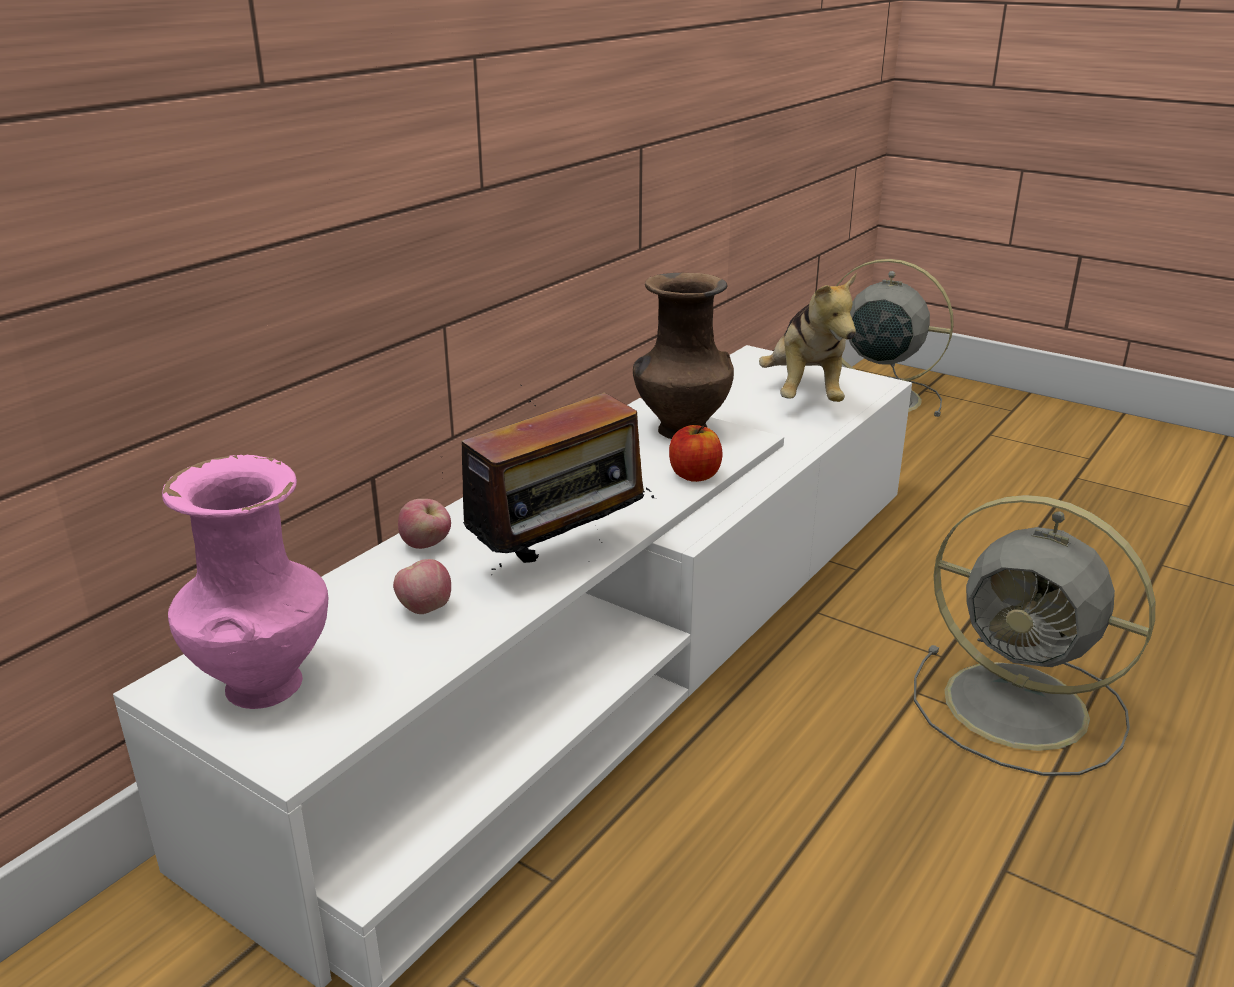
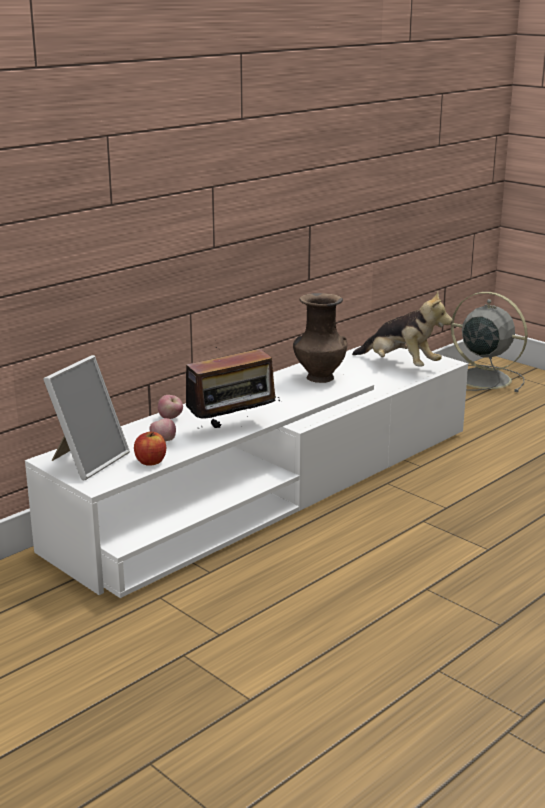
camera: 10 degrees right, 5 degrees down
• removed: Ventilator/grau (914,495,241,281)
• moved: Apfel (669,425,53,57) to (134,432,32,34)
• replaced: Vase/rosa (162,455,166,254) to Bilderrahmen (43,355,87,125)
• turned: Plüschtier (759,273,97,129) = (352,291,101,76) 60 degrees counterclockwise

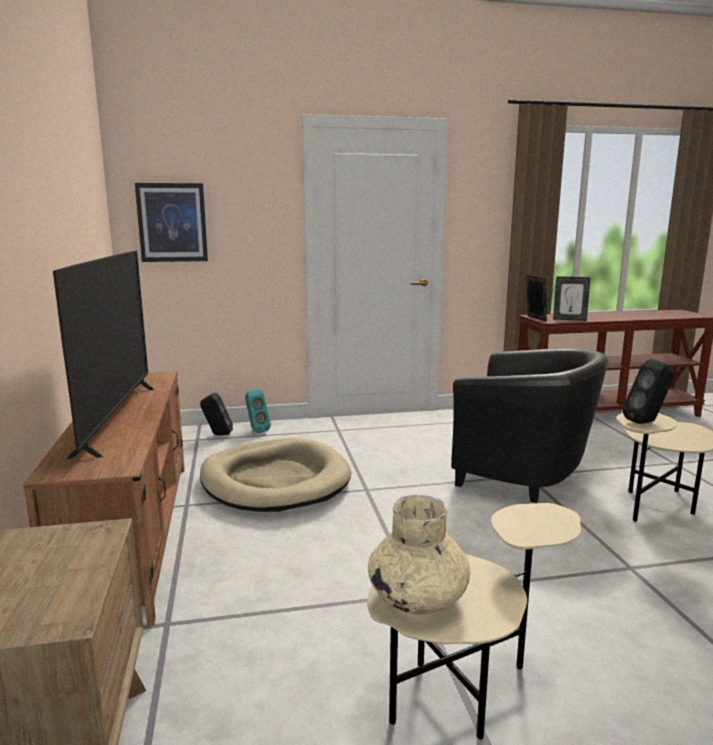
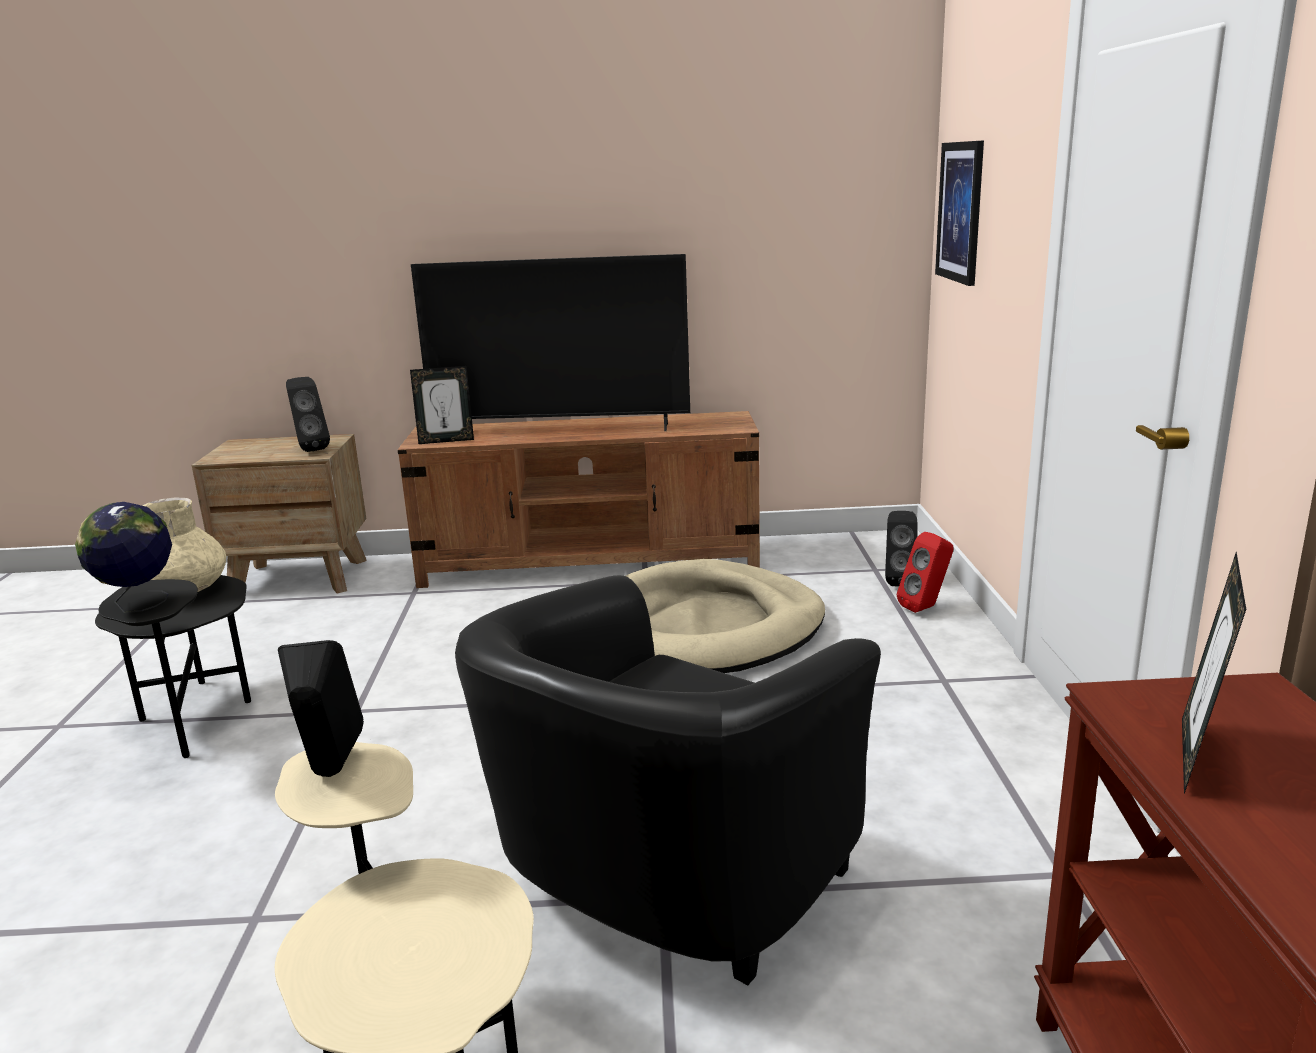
camera: 100 degrees right, 5 degrees up
• added: Globus (75,502,97,111)
• added: Lautsprecher/schwarz (286,377,44,75)
• moved: Bilderrahmen (526,275,21,47) to (410,366,64,78)
• recoloured: Lautsprecher/türkis (245,389,26,44) to Lautsprecher/rot (897,532,57,81)
• recoloured: Beistelltisch/beige (367,503,214,236) to Beistelltisch/schwarz (95,575,156,183)

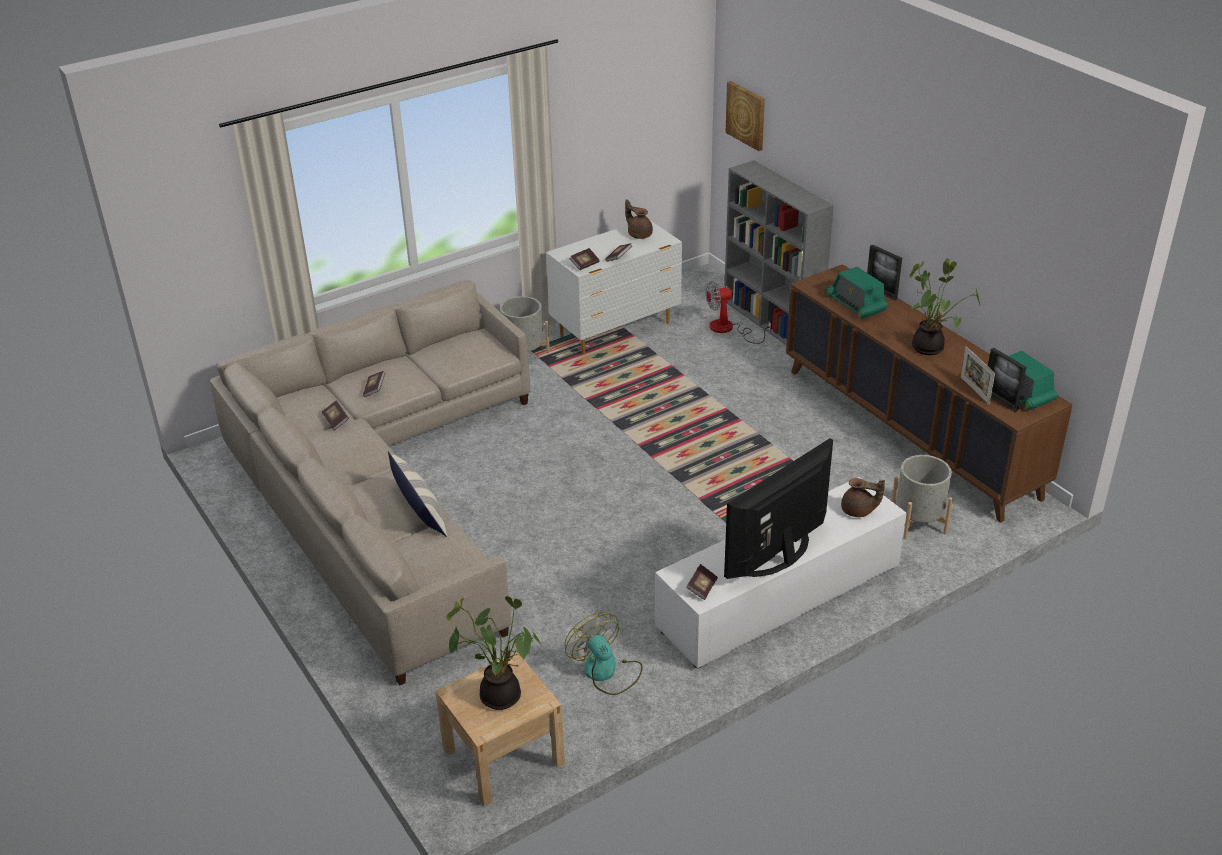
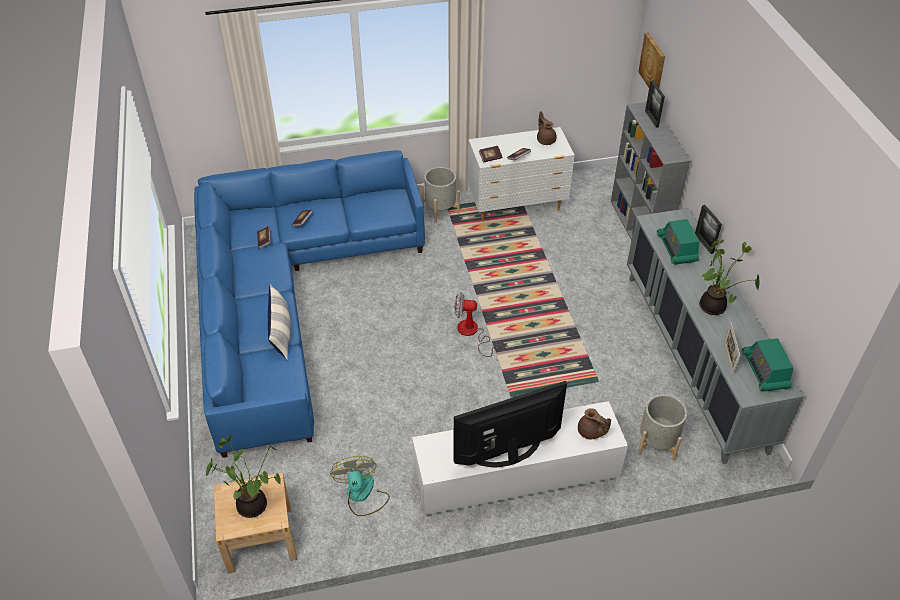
camera: 20 degrees right, 10 degrees up
• removed: Buch (686,564,32,36)
• moved: Ventilator (706,281,65,63) to (455,292,42,65)
• moved: Bilderrahmen (988,348,38,64) to (645,80,20,48)
• recoloured: Sofa/beige (210,280,320,405) to Sofa/blau (194,150,231,308)
• recoloured: Schrank/braun (786,264,287,259) to Schrank/grau (627,208,177,256)

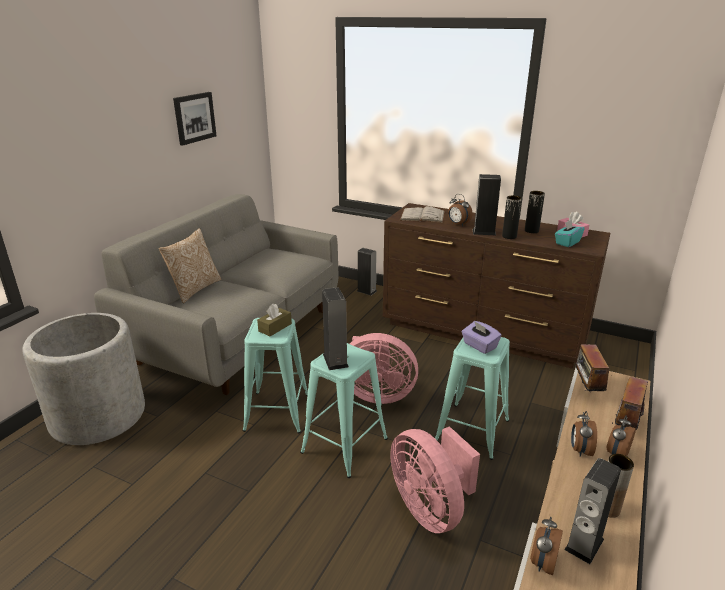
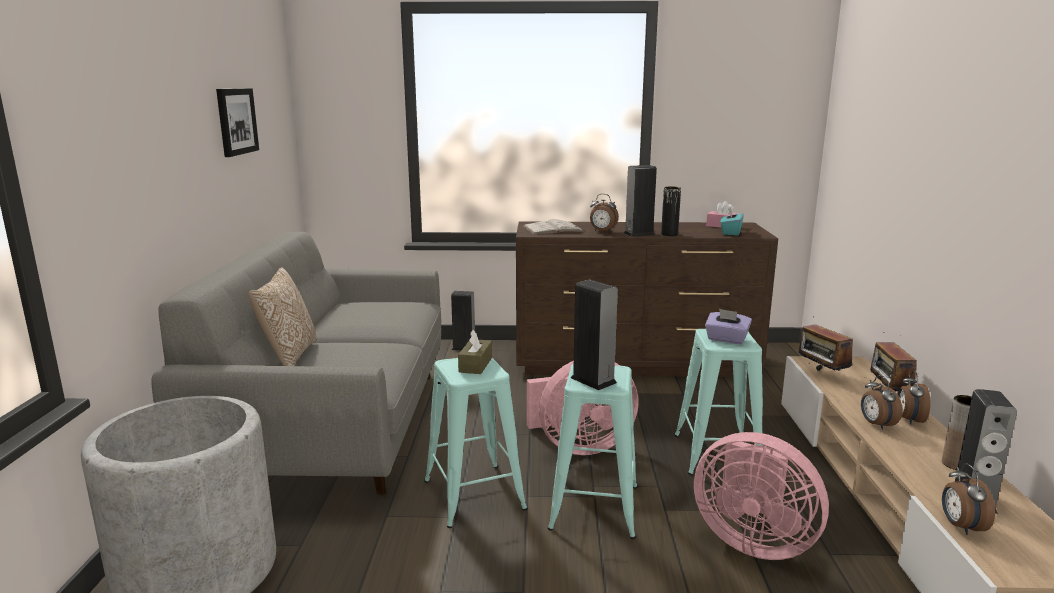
camera: 25 degrees left, 10 degrees down
• removed: Vase/schwarz (525,191,20,42)

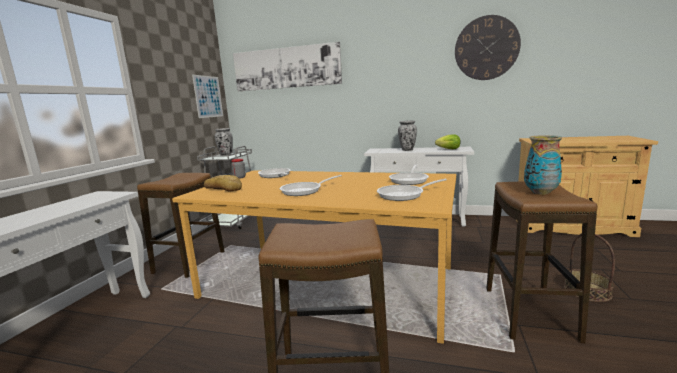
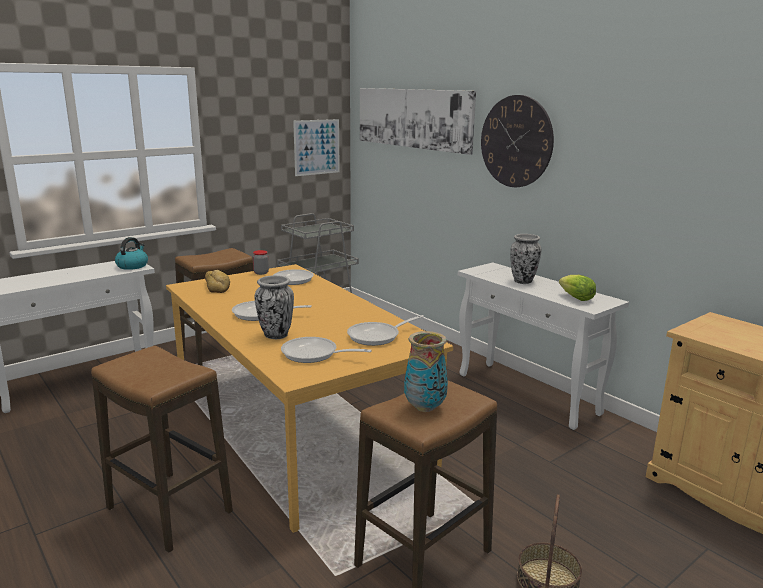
camera: 35 degrees right, 5 degrees up
• added: Wasserkessel (115,237,33,33)
• moved: Vase (215,128,18,27) to (255,275,39,64)
• moved: Wanduhr (455,15,66,65) to (481,95,73,92)

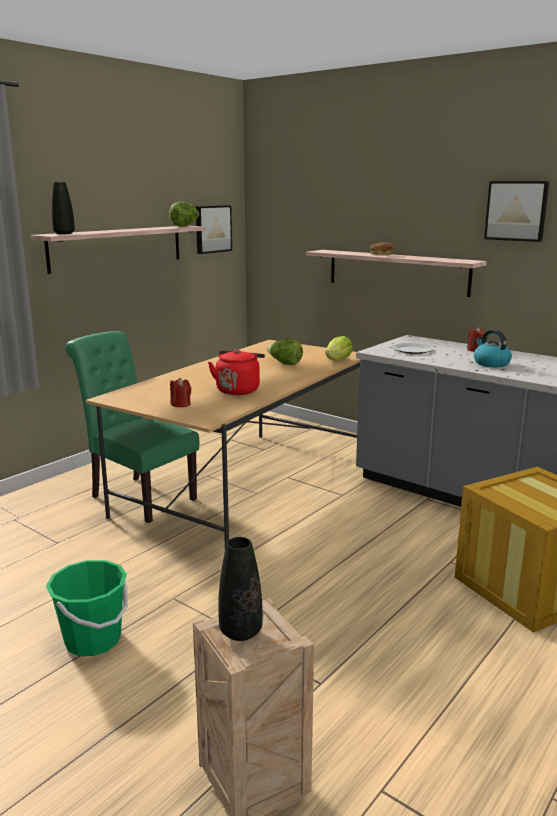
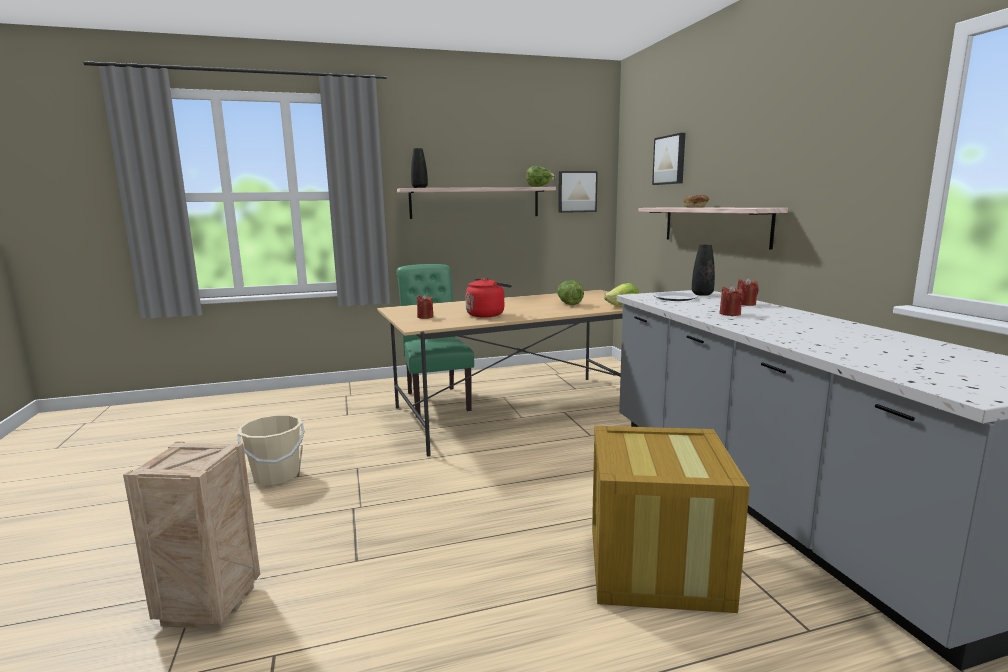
camera: 35 degrees right, 5 degrees down
• moved: Vase/schwarz (218,537,45,104) to (692,245,23,51)
• moved: Bild (484,181,65,61) to (652,133,33,52)
• replaced: Wasserkessel (474,329,38,38) to Kerze/rot (719,285,24,31)
• recoloured: Eimer/grün (46,560,82,96) to Eimer/beige (237,415,67,70)

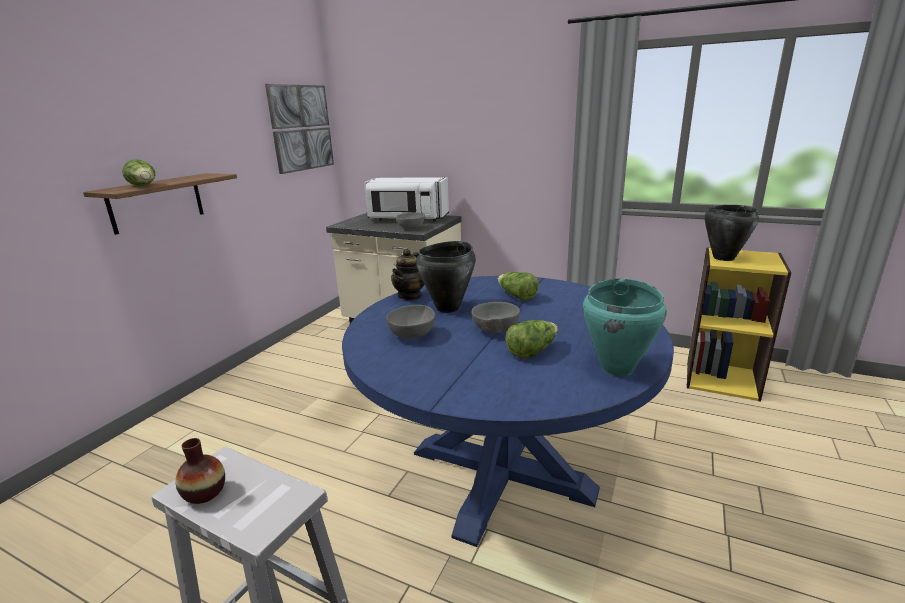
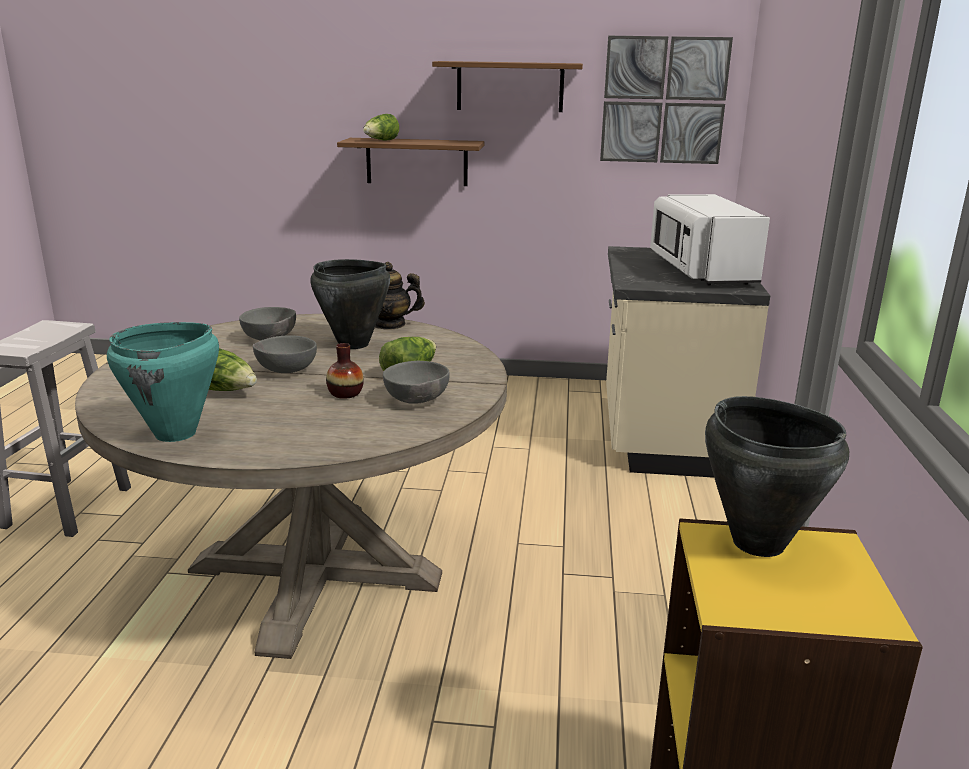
camera: 70 degrees right, 0 degrees up
• added: Wandregal (432,61,151,51)
• moved: Vase (175,438,50,66) to (326,343,38,56)
• moved: Schüssel/grau (396,212,29,17) to (383,361,67,43)
• recoloured: Esstisch/blau (342,276,332,271) to Esstisch/beige (75,314,432,345)

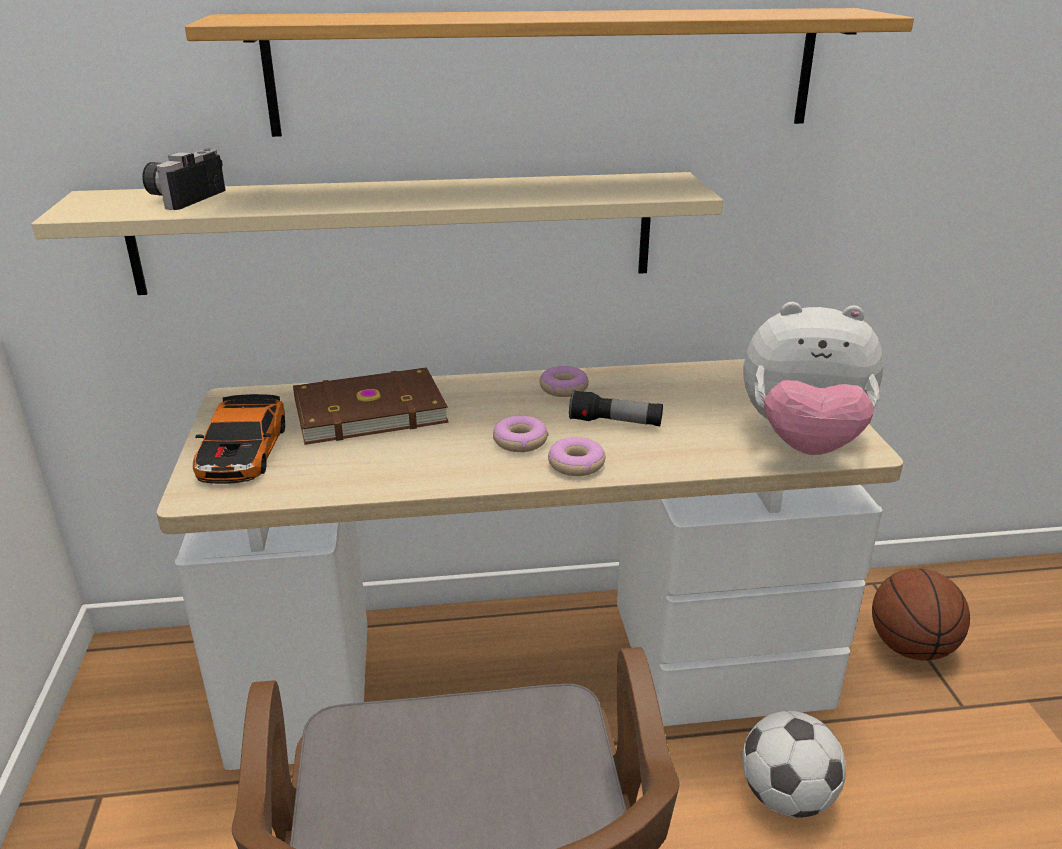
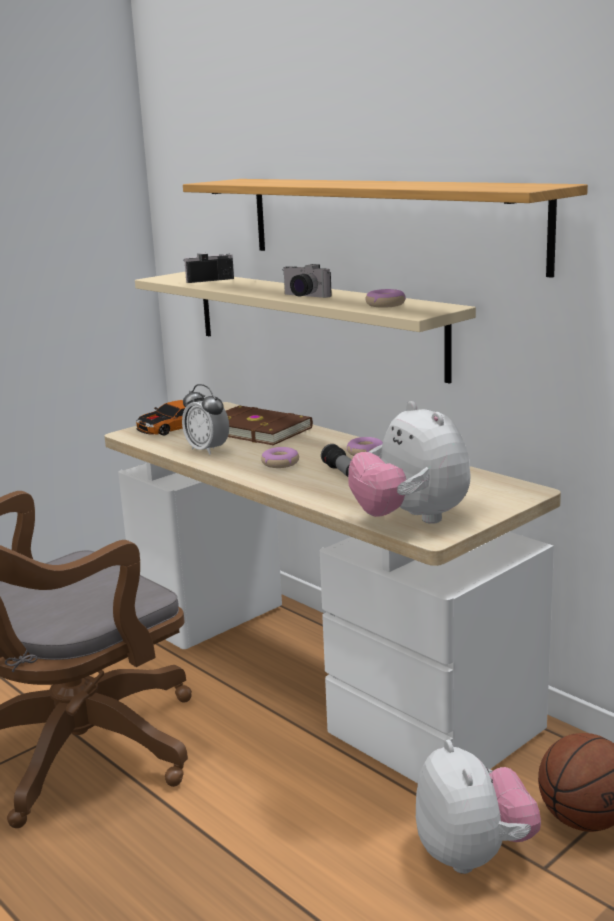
camera: 55 degrees right, 10 degrees down
• removed: Fußball (742,711,104,107)
• added: Wecker (182,384,47,71)
• added: Kamera (283,264,49,34)
• added: Plüschtier (416,740,125,134)
• moved: Donut (548,437,57,39) to (366,289,40,19)

